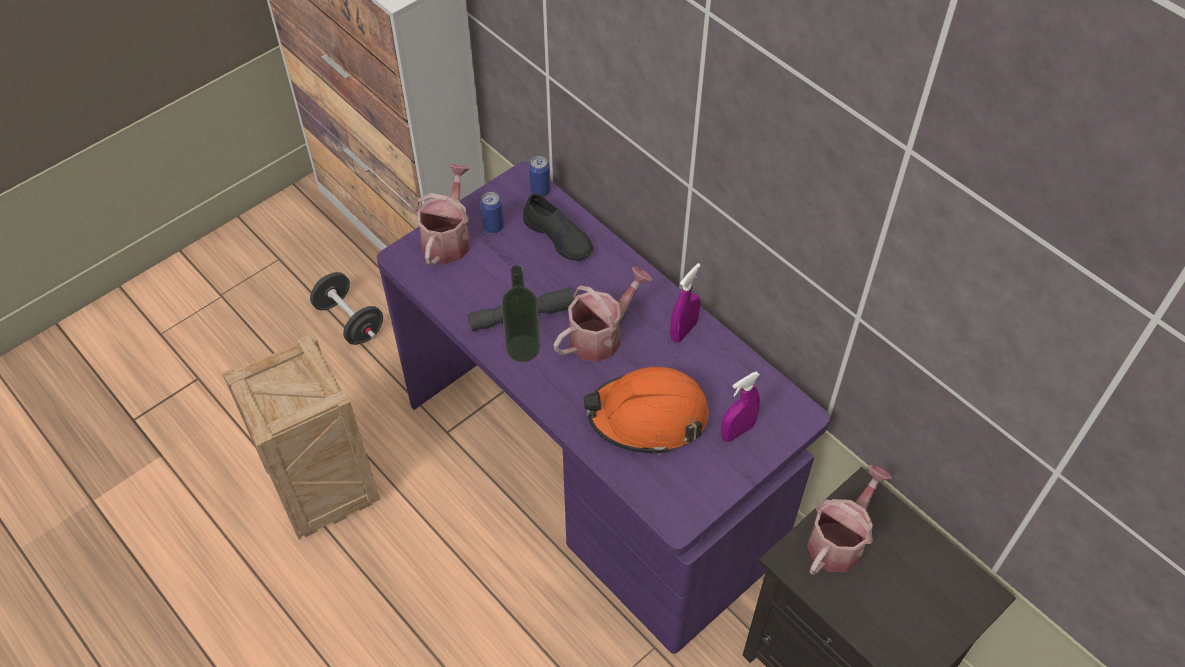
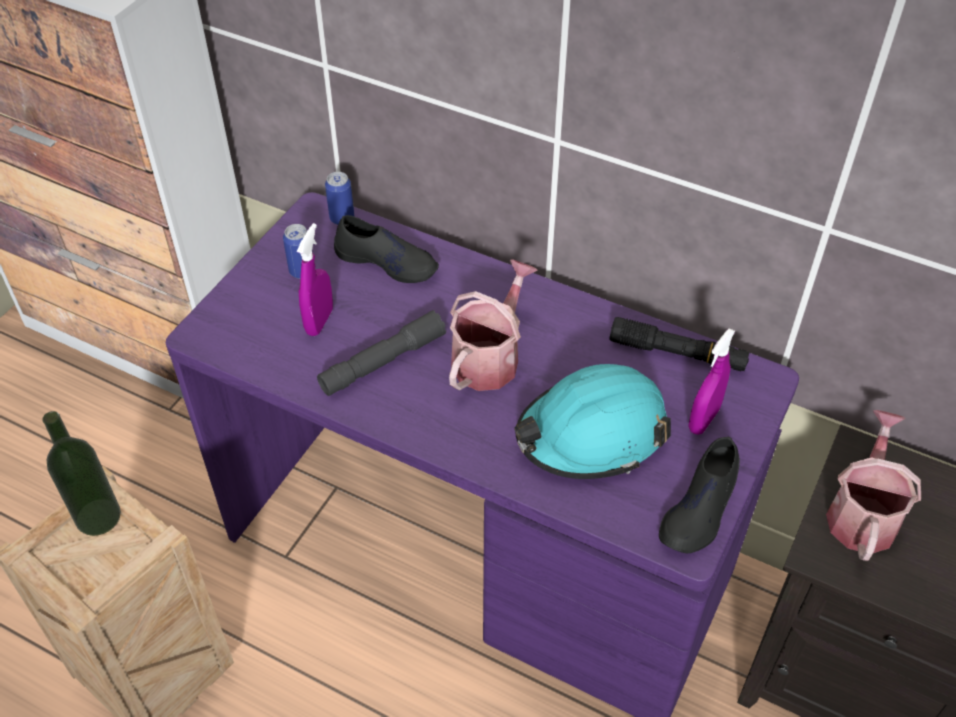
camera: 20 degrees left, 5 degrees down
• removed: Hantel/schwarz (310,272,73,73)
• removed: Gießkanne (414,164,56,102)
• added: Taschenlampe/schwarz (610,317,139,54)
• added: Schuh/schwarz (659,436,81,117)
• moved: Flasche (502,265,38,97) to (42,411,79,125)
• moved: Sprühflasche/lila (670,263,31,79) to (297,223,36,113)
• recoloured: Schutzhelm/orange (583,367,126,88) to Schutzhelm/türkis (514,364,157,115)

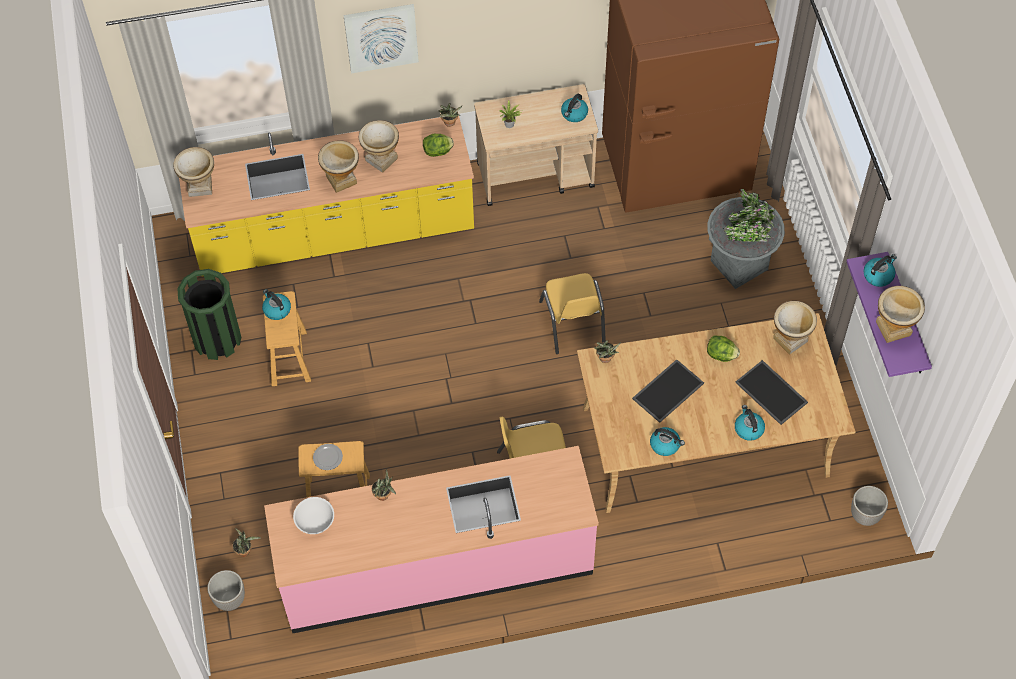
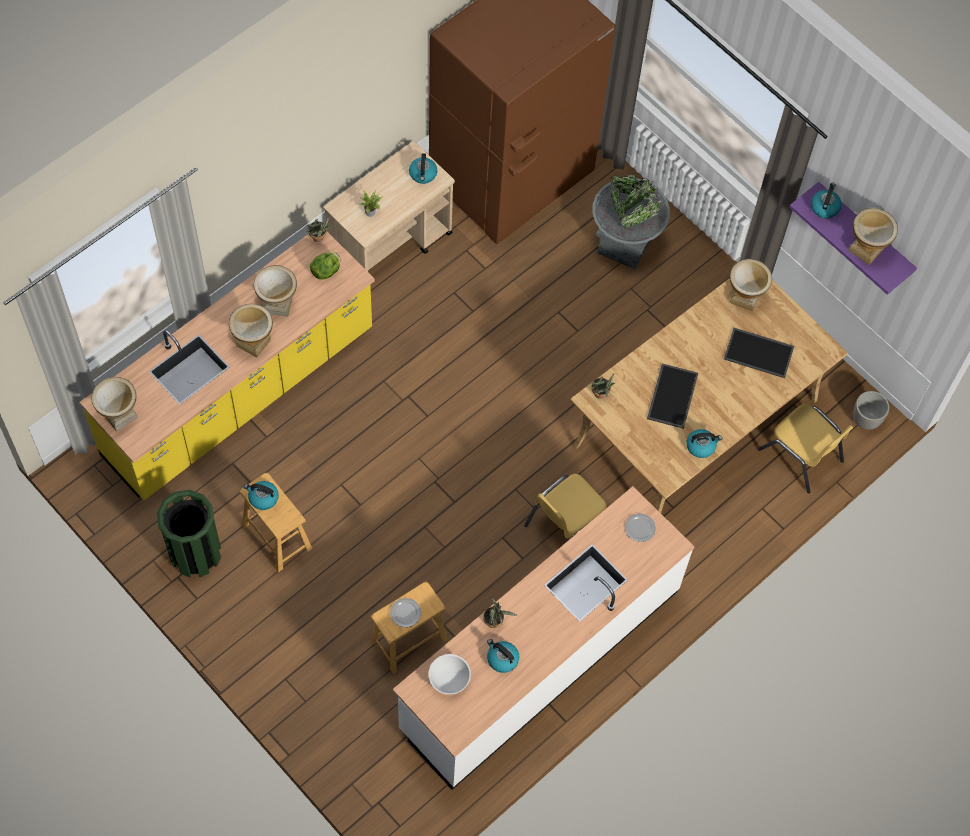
camera: 35 degrees left, 5 degrees up
• removed: Pflanzkübel (207,570,38,41)
• removed: Topfpflanze (232,528,29,29)
• removed: Bild (343,4,76,69)
• removed: Salatkopf (707,336,33,26)
• added: Teller (625,514,31,28)
• moved: Stuhl/gelb (539,273,67,81) to (758,404,95,89)
• moved: Wasserkessel (735,405,30,36) to (487,639,32,34)
• recoloured: Küchenzeile/rosa (264,446,335,187) to Küchenzeile/weiß (393,486,301,304)

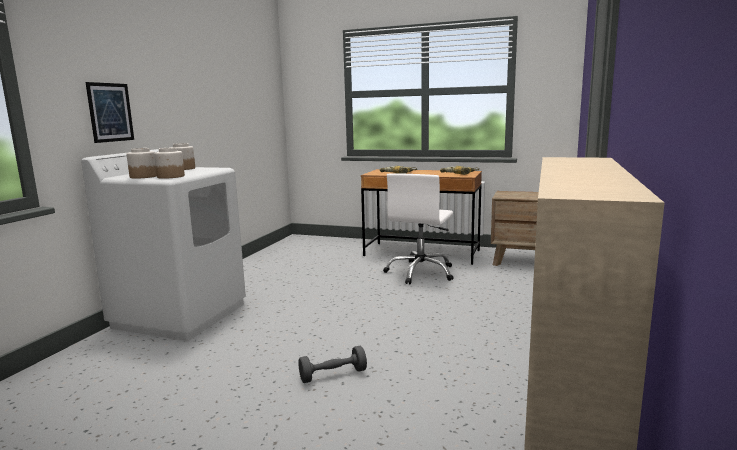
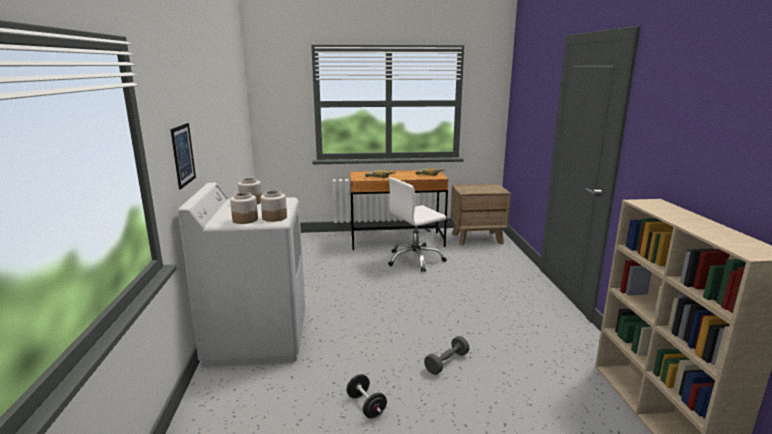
camera: 25 degrees left, 5 degrees up
• added: Hantel/schwarz (346,374,41,44)
• turned: Bürostuhl/weiß (383,173,71,111) = (388,177,58,95) 60 degrees clockwise

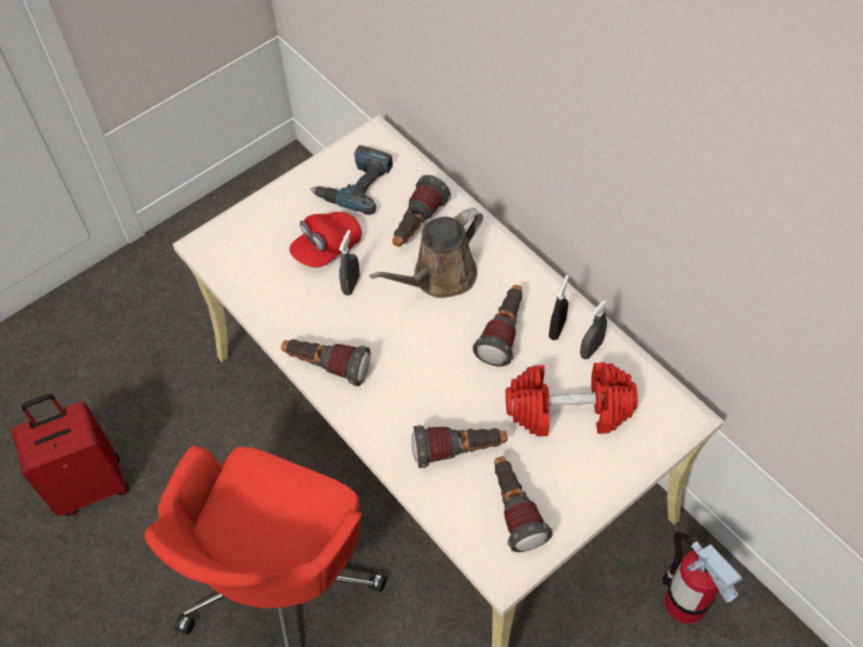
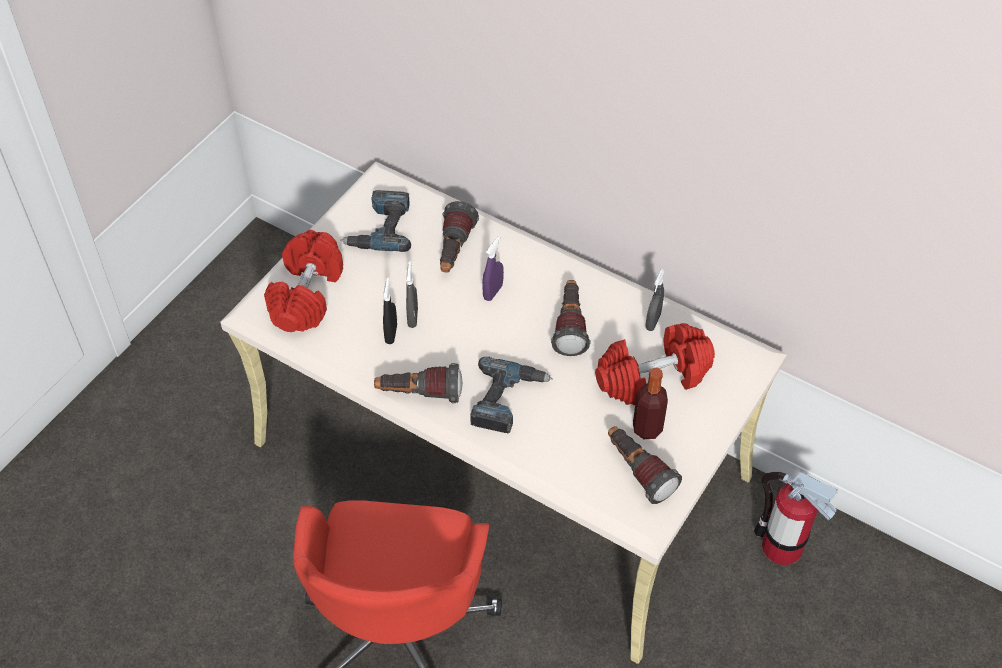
camera: 20 degrees left, 5 degrees down
• removed: Koffer/rot (11,394,118,122)
• removed: Kappe/rot (289,212,73,56)
• removed: Taschenlampe (411,425,97,43)
• added: Hantel/rot (264,230,79,102)
• added: Bohrmaschine (470,357,83,76)
• added: Flasche (633,368,35,71)
• moved: Sprühflasche/schwarz (549,275,20,65) to (383,278,14,66)
• replaced: Gießkanne/braun (370,208,113,90) to Sprühflasche/lila (482,236,22,65)

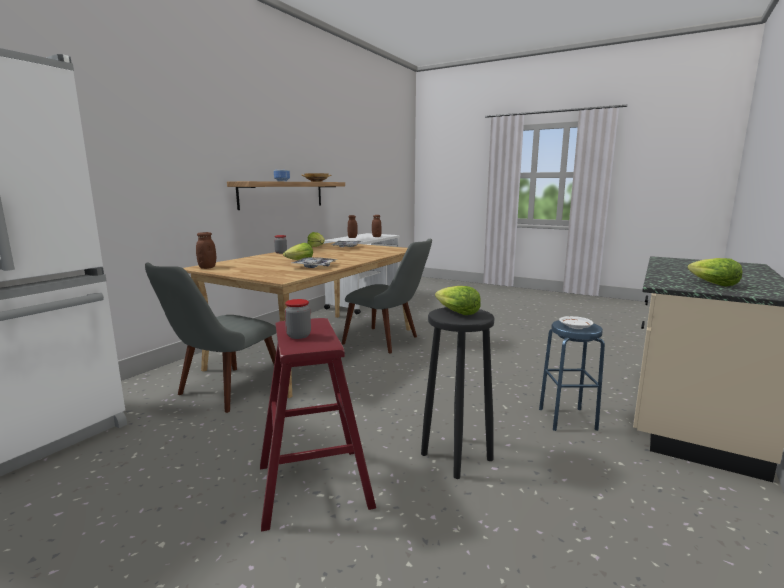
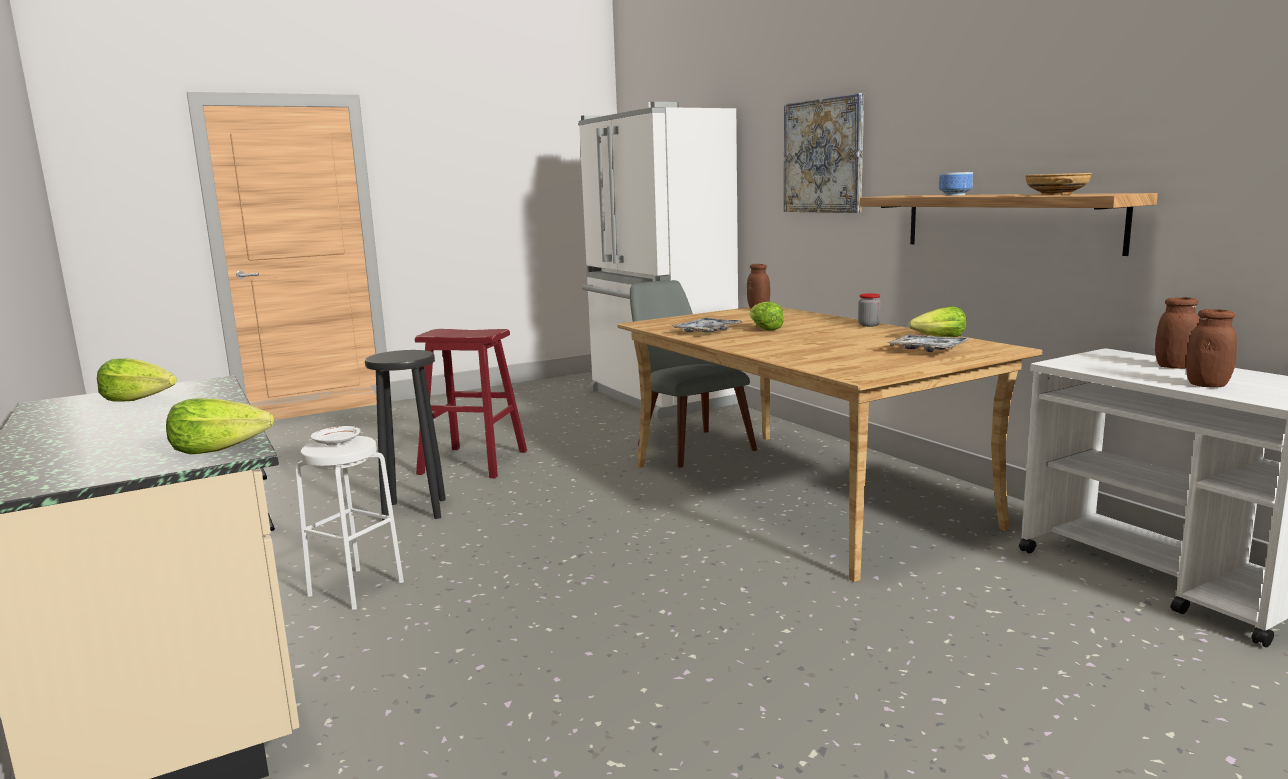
camera: 120 degrees right, 0 degrees up
• removed: Vorratsglas (285,299,26,40)
• removed: Stuhl/grau (342,239,90,114)
• added: Bild (784,93,80,120)
• moved: Salatkopf (435,286,46,29) to (166,398,108,56)
• recoloured: Hocker/blau (539,320,66,111) to Hocker/weiß (296,436,108,174)

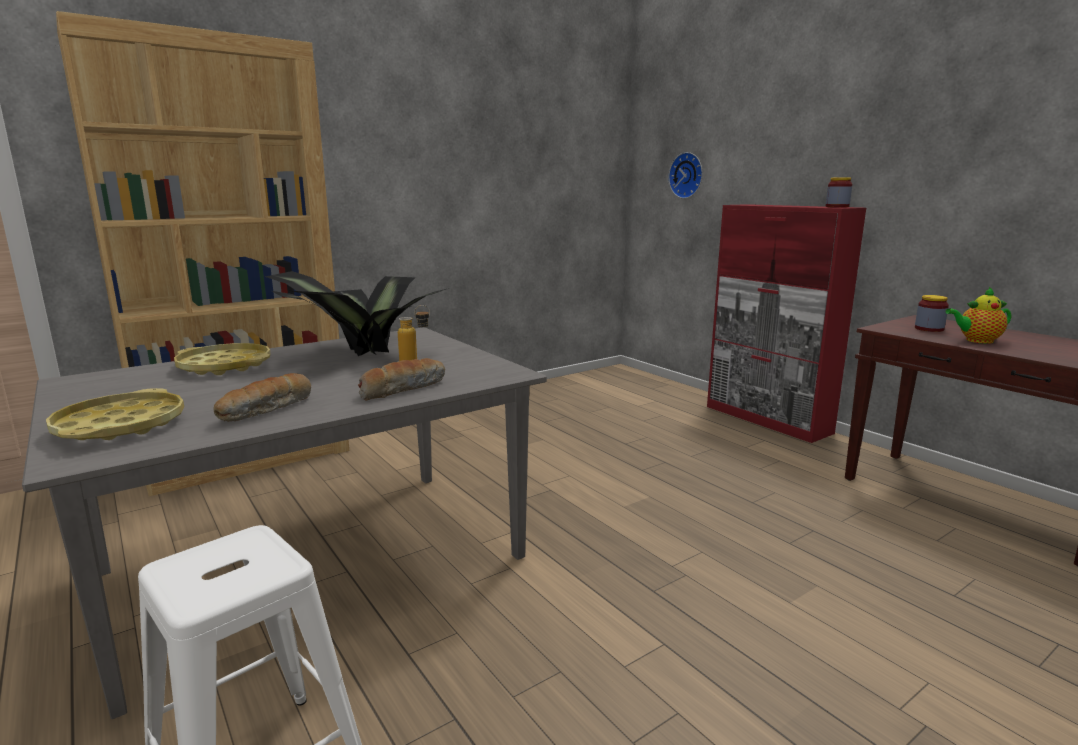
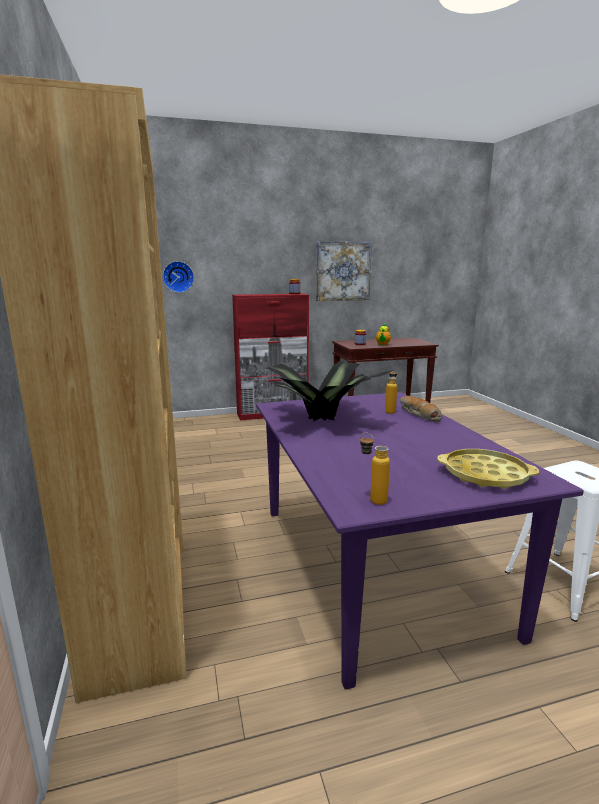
camera: 70 degrees left, 0 degrees up
• removed: Tablett/gelb (174,343,97,32)
• removed: Brot (213,373,98,48)
• added: Bild (316,241,56,60)
• added: Flasche (360,432,30,73)
• recoloured: Esstisch/grau (22,327,525,392) to Esstisch/lila (256,392,328,298)

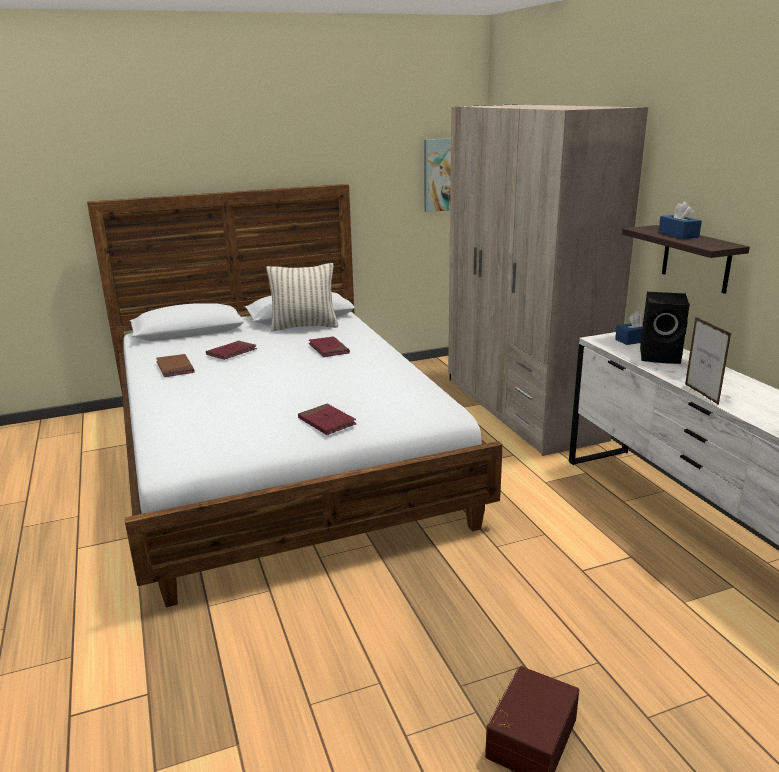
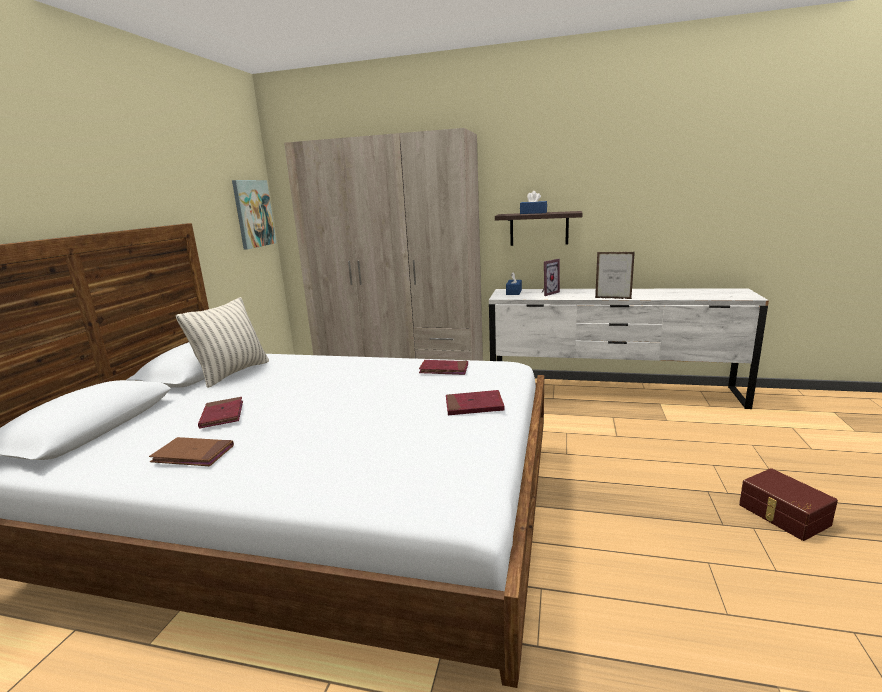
camera: 55 degrees left, 5 degrees down
• moved: Buch/rot (309,336,41,21) to (419,360,49,15)
• replaced: Lautsprecher/schwarz (640,292,50,72) to Bilderrahmen (542,259,18,37)

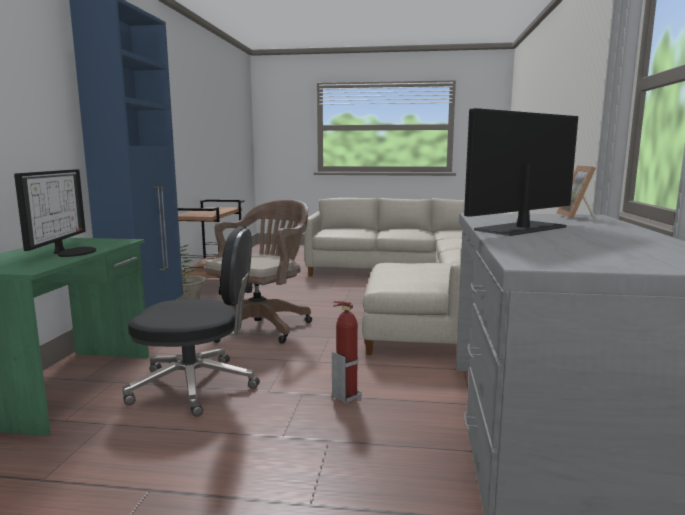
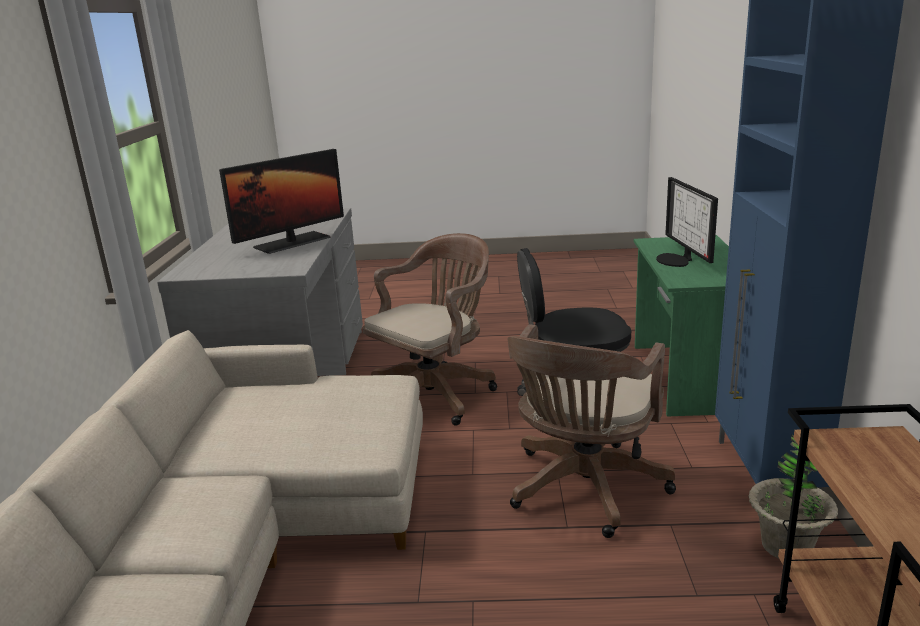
camera: 175 degrees right, 10 degrees up
• removed: Bilderrahmen (557,166,39,53)
• replaced: Feuerlöscher (332,301,30,103) to Bürostuhl/braun (363,233,134,193)

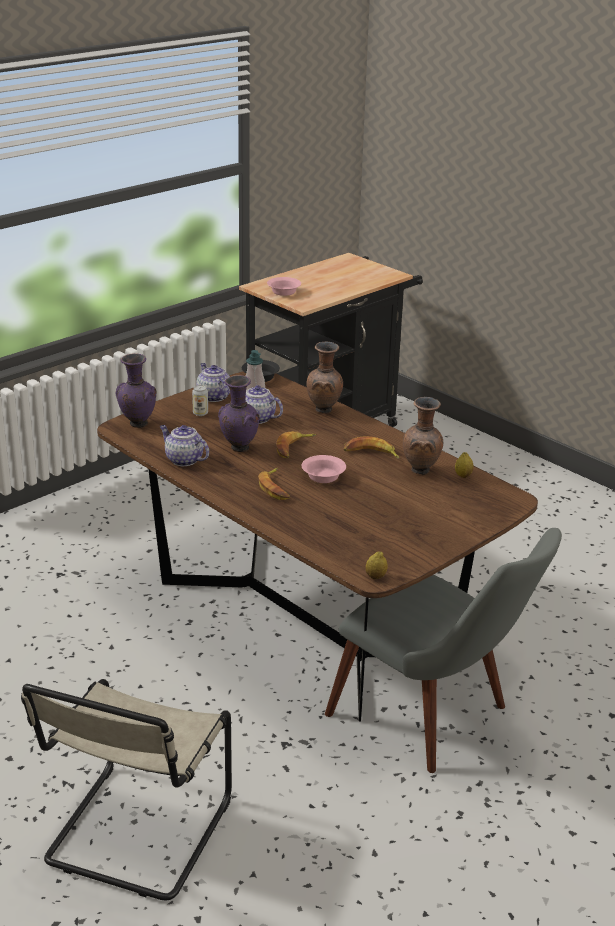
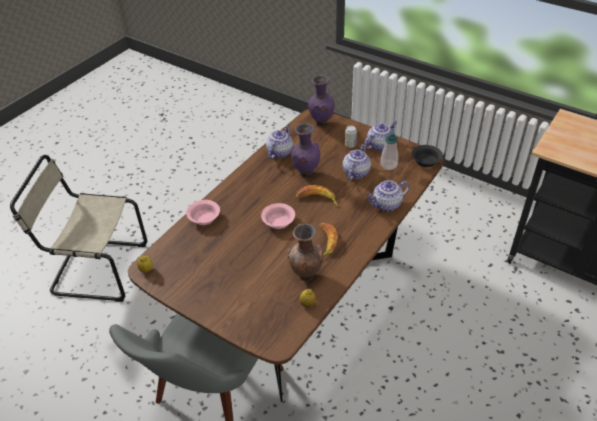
camera: 80 degrees right, 15 degrees up
• removed: Banane (258,468,32,32)
• moved: Schüssel/rosa (267,277,34,19) to (186,200,34,25)
• replaced: Vase/braun (306,342,37,72) to Teekanne (366,180,44,31)

